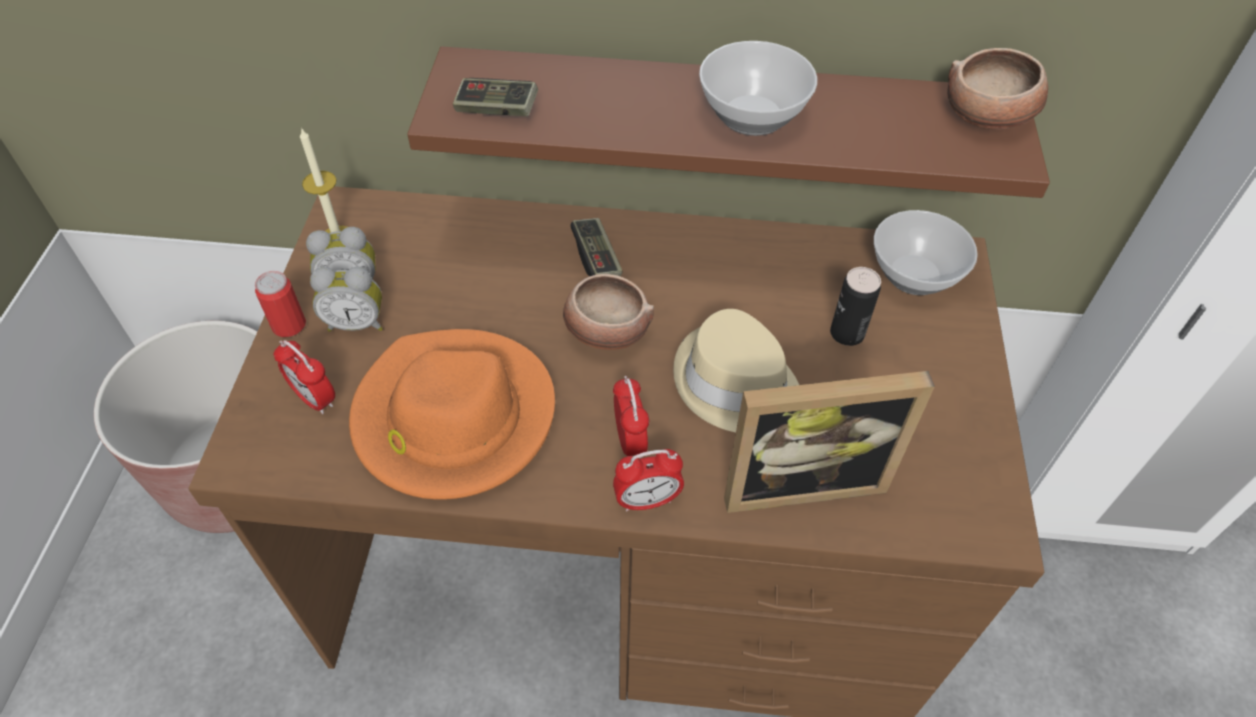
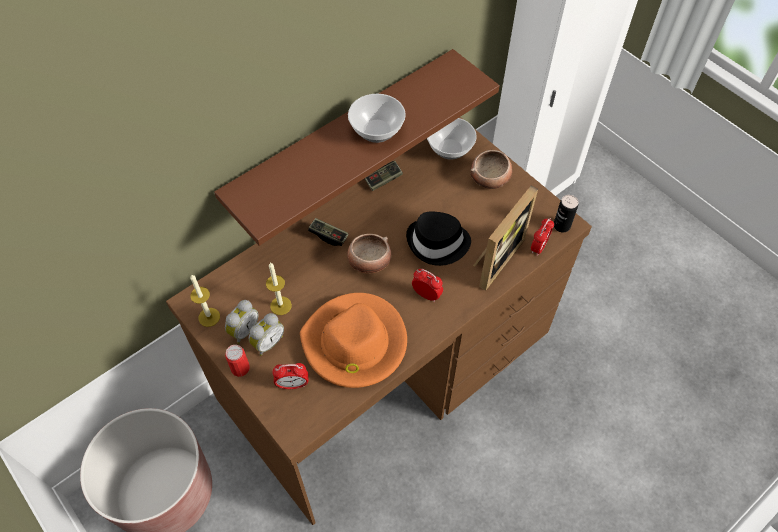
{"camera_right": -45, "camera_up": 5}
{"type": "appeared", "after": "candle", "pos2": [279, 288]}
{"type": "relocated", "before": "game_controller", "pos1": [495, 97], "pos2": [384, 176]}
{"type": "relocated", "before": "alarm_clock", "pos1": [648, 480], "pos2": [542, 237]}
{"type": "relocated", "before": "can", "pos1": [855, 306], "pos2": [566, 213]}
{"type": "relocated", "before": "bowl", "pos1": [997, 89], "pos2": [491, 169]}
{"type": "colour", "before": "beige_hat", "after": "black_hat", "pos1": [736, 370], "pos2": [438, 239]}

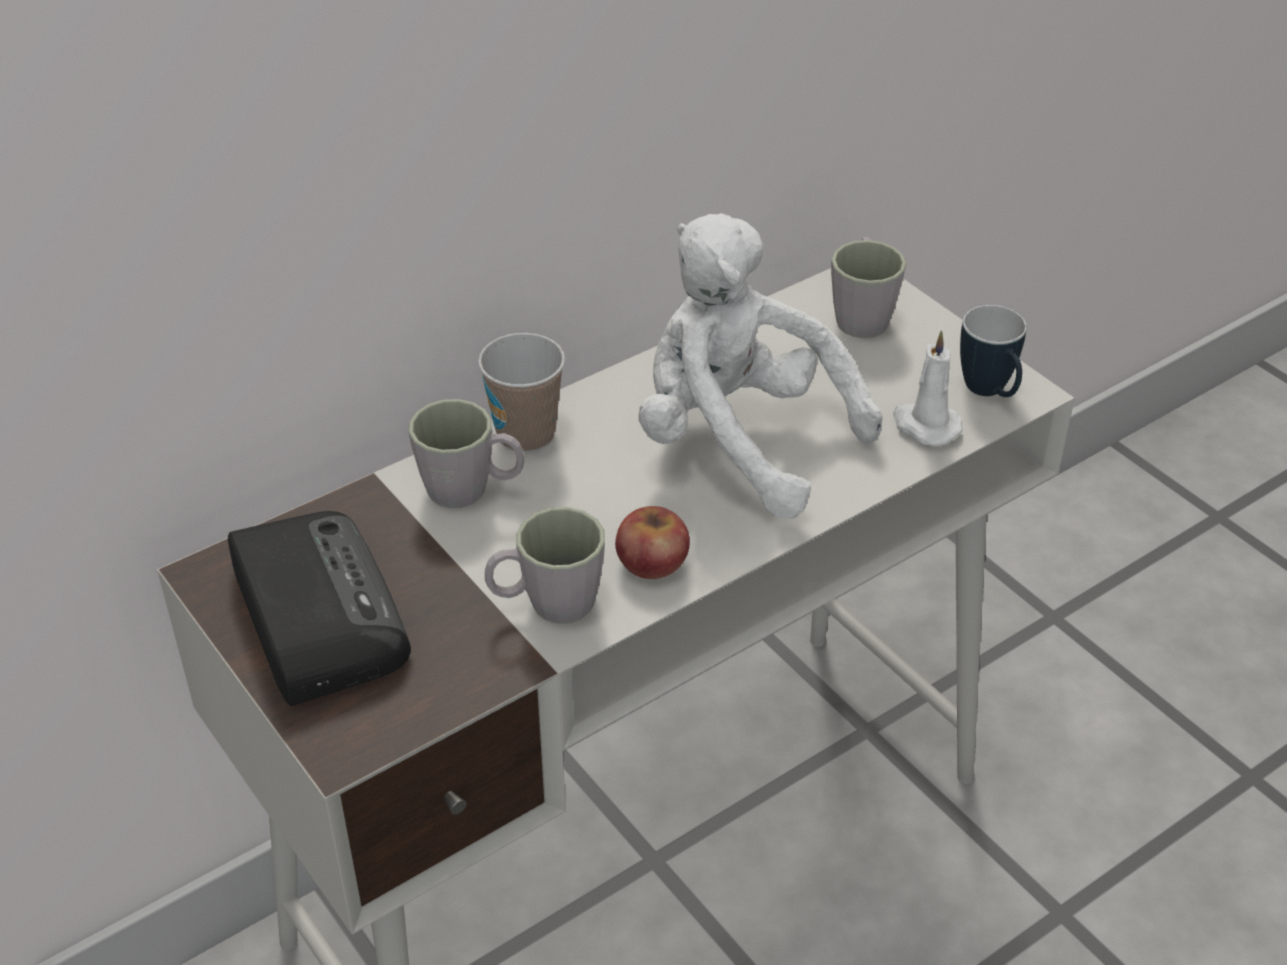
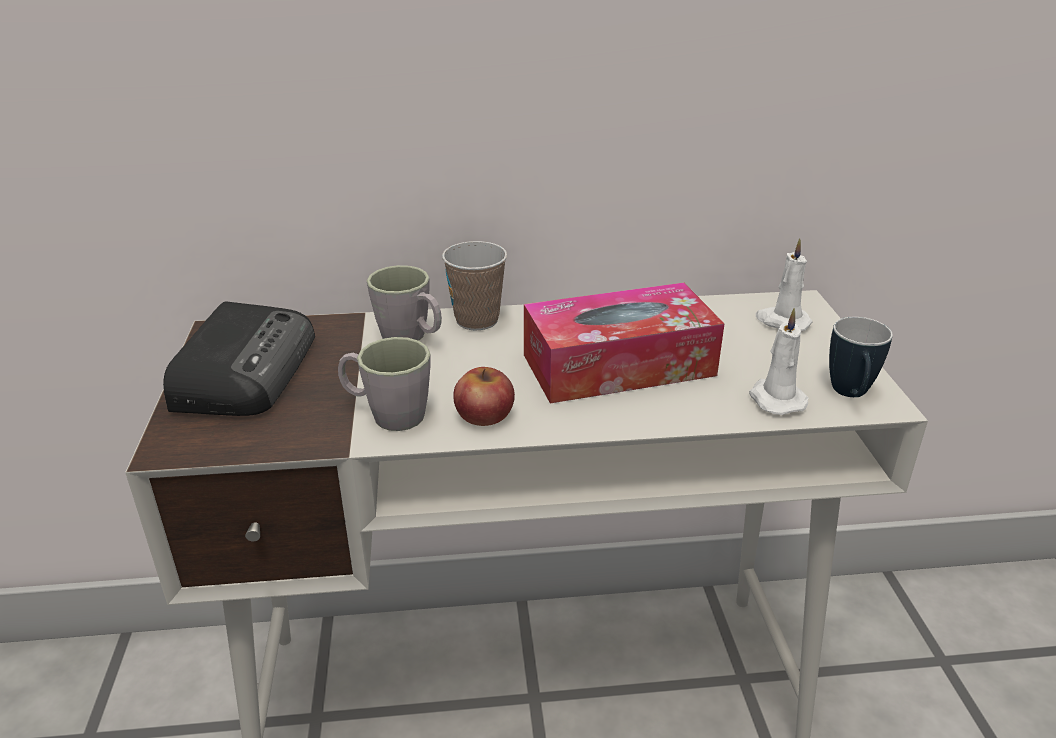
{"camera_right": 30, "camera_up": -10}
{"type": "exchanged", "before": "white_plush_toy", "after": "tissue_box", "pos1": [760, 366], "pos2": [624, 343]}
{"type": "exchanged", "before": "grey_mug", "after": "white_candle", "pos1": [868, 287], "pos2": [784, 284]}

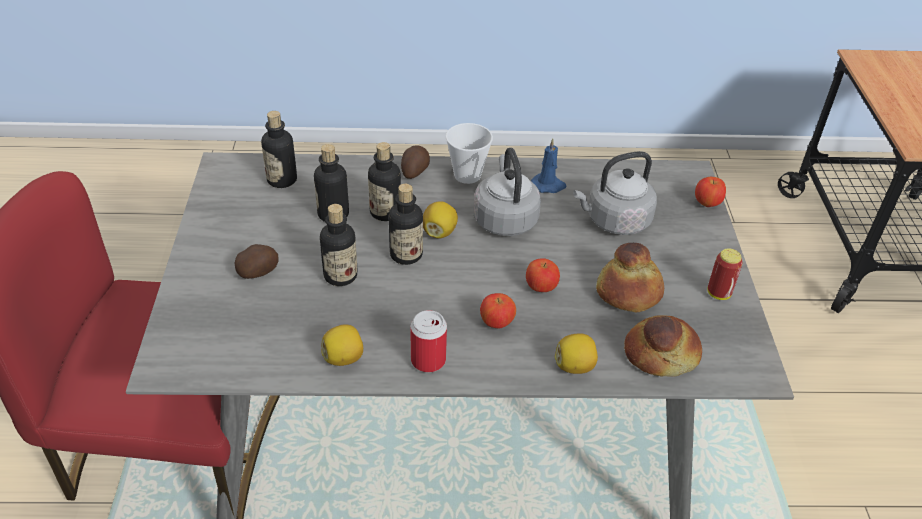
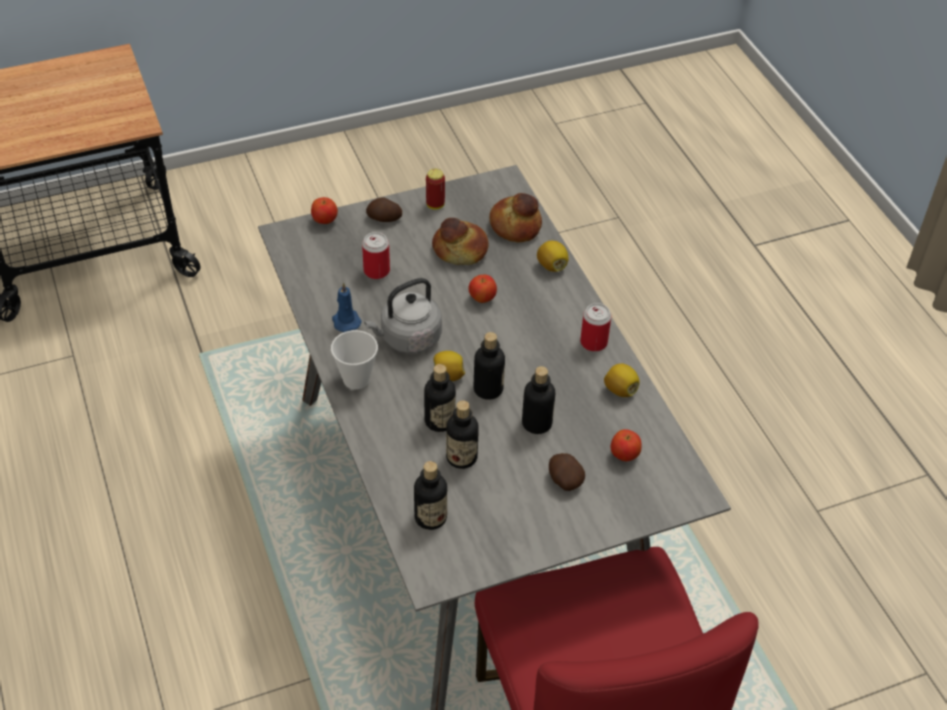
{"camera_right": -110, "camera_up": 5}
{"type": "relocated", "before": "potato", "pos1": [415, 162], "pos2": [384, 209]}
{"type": "relocated", "before": "apple", "pos1": [498, 310], "pos2": [626, 445]}
{"type": "exchanged", "before": "grey_kettle", "after": "can", "pos1": [615, 193], "pos2": [376, 255]}

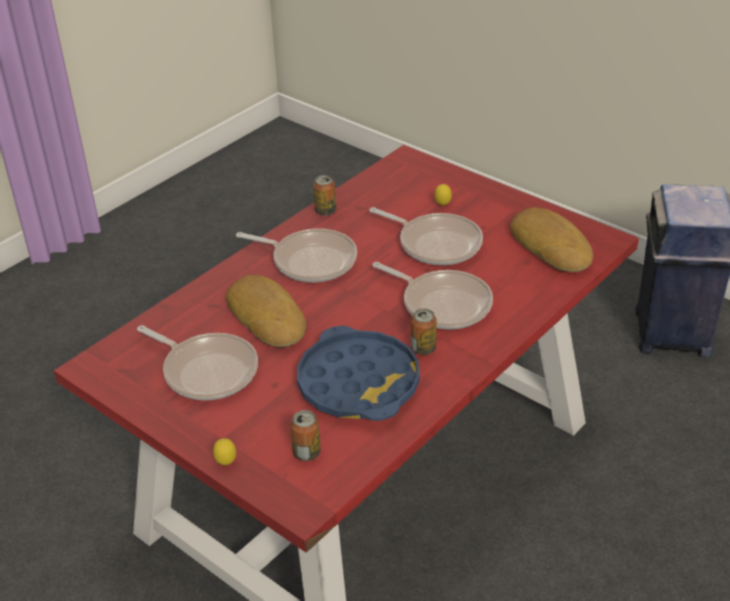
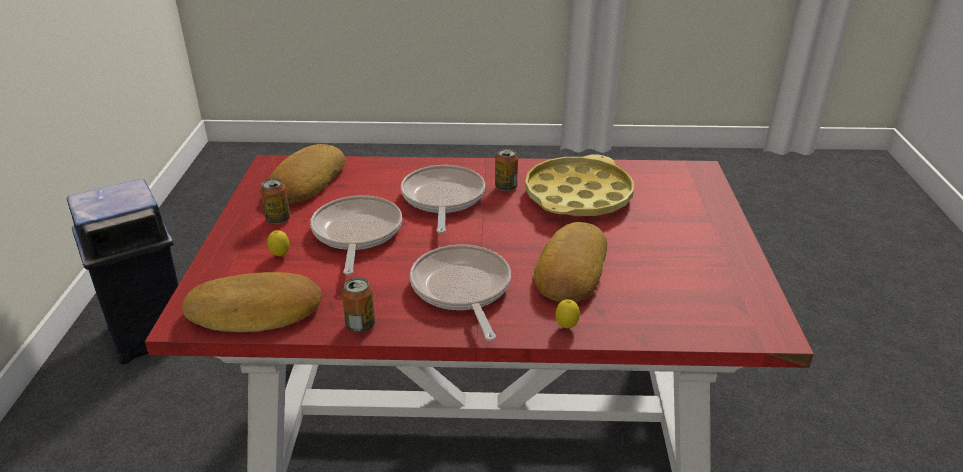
{"camera_right": -130, "camera_up": -5}
{"type": "missing", "before": "frying_pan", "pos1": [197, 362]}
{"type": "appeared", "after": "bread", "pos2": [252, 302]}
{"type": "relocated", "before": "lemon", "pos1": [224, 451], "pos2": [567, 313]}
{"type": "relocated", "before": "can", "pos1": [305, 435], "pos2": [275, 201]}
{"type": "colour", "before": "blue_tray", "after": "yellow_tray", "pos1": [358, 373], "pos2": [579, 185]}

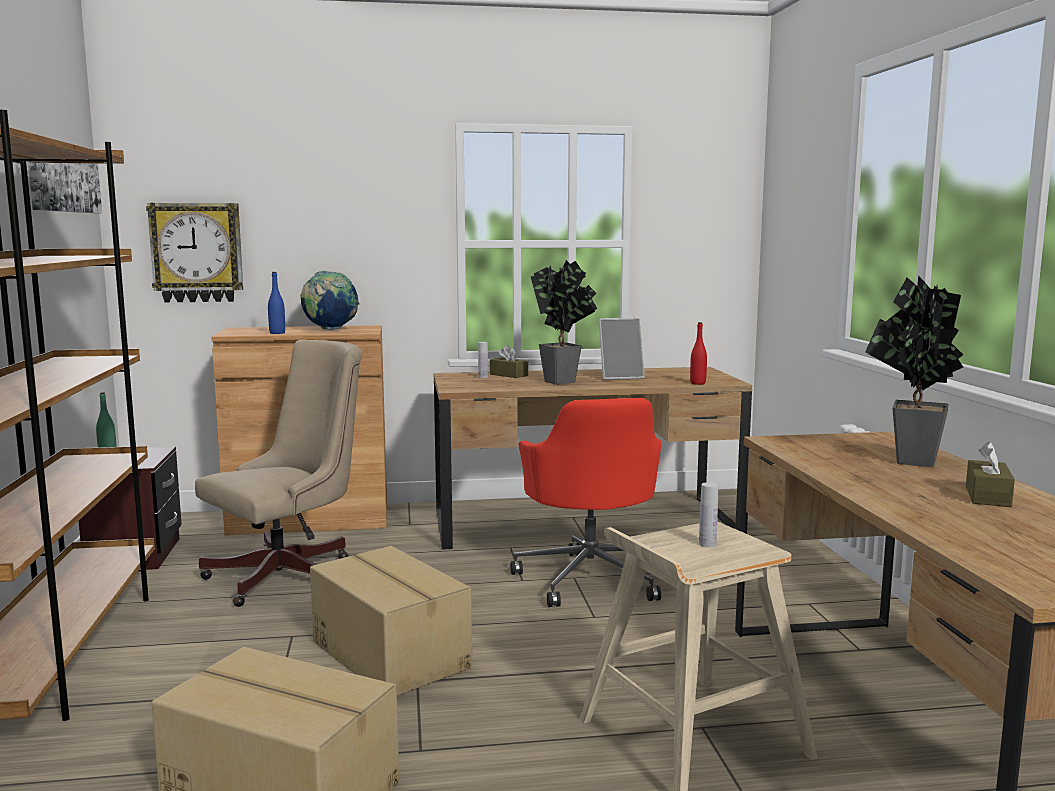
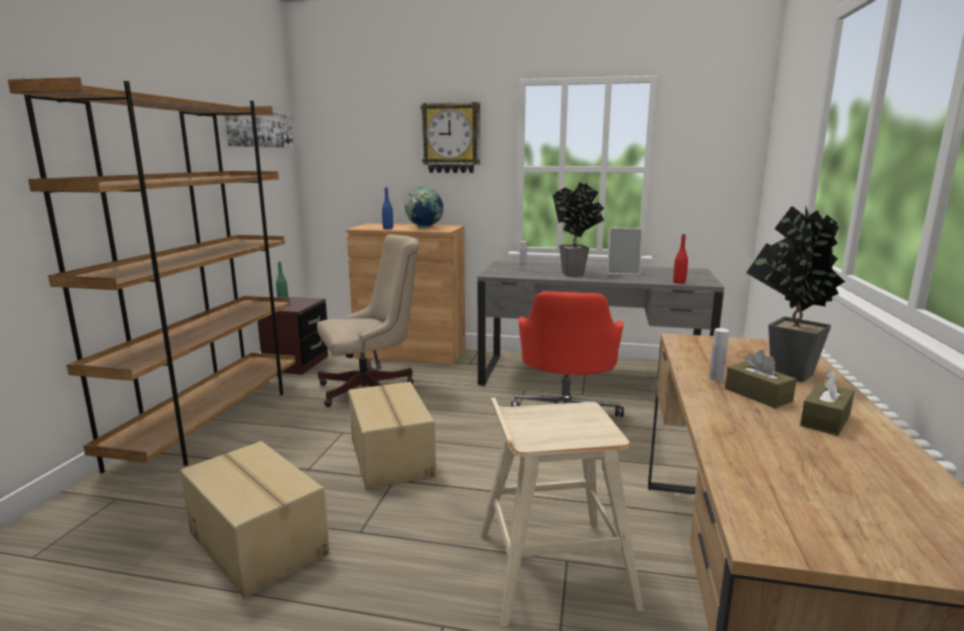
{"camera_right": 20, "camera_up": 5}
{"type": "relocated", "before": "wall_clock", "pos1": [194, 253], "pos2": [450, 137]}
{"type": "relocated", "before": "brown_tissue_box", "pos1": [509, 361], "pos2": [761, 379]}
{"type": "relocated", "before": "white_bottle", "pos1": [708, 514], "pos2": [719, 354]}
{"type": "colour", "before": "brown_desk", "after": "grey_desk", "pos1": [593, 458], "pos2": [600, 323]}

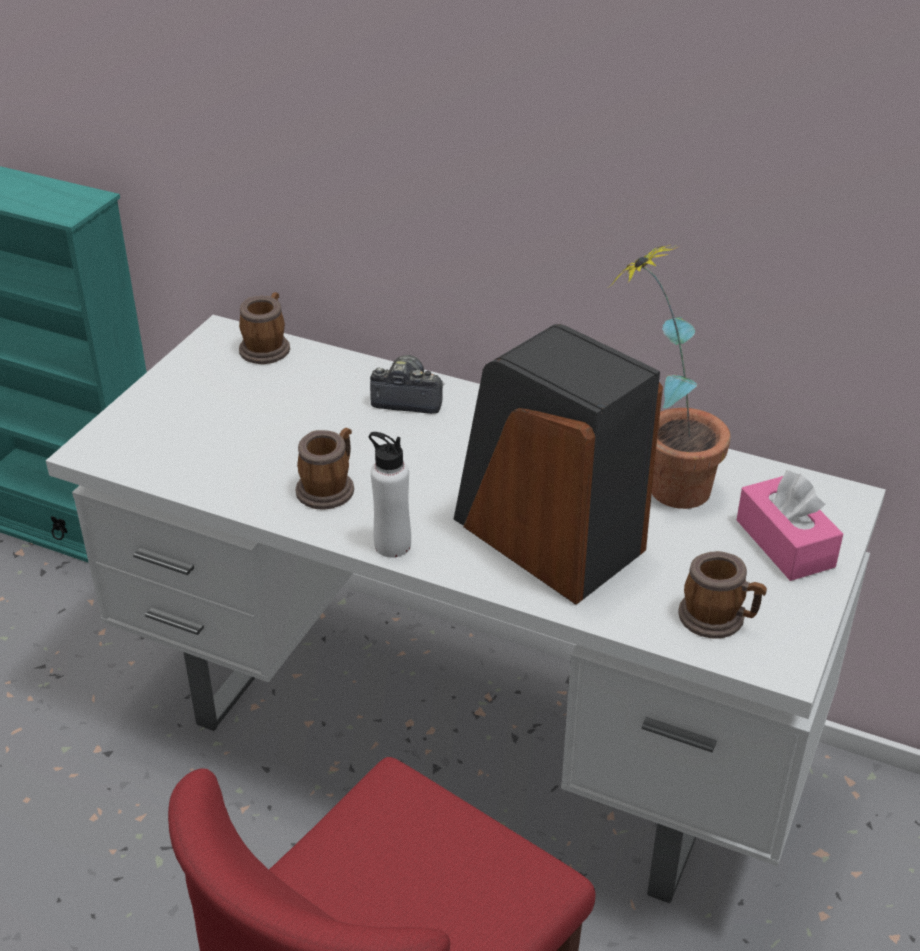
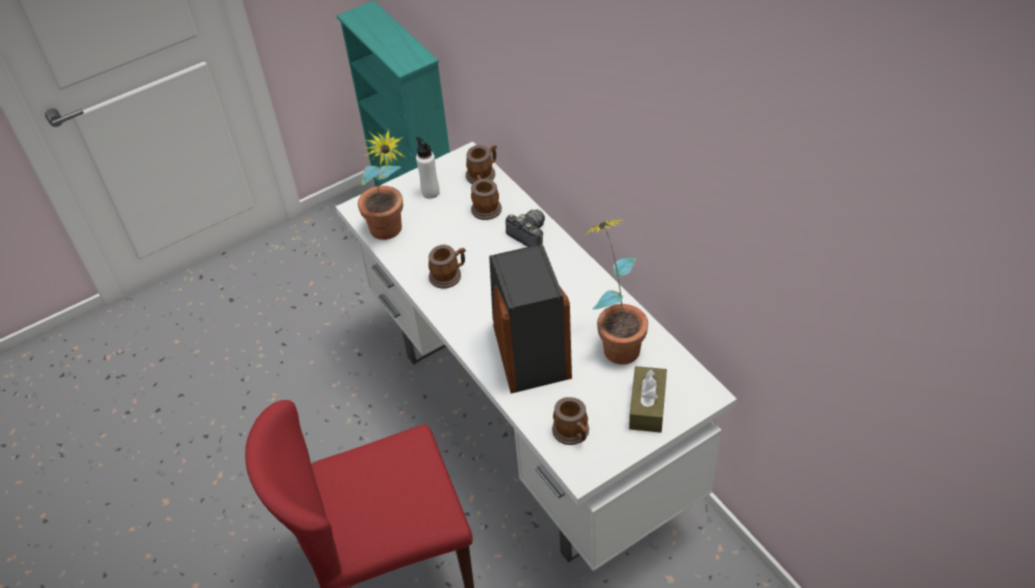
{"camera_right": 35, "camera_up": 10}
{"type": "appeared", "after": "potted_plant", "pos2": [382, 184]}
{"type": "appeared", "after": "mug", "pos2": [486, 197]}
{"type": "relocated", "before": "white_bottle", "pos1": [390, 495], "pos2": [428, 168]}
{"type": "colour", "before": "pink_tissue_box", "after": "brown_tissue_box", "pos1": [790, 525], "pos2": [648, 399]}

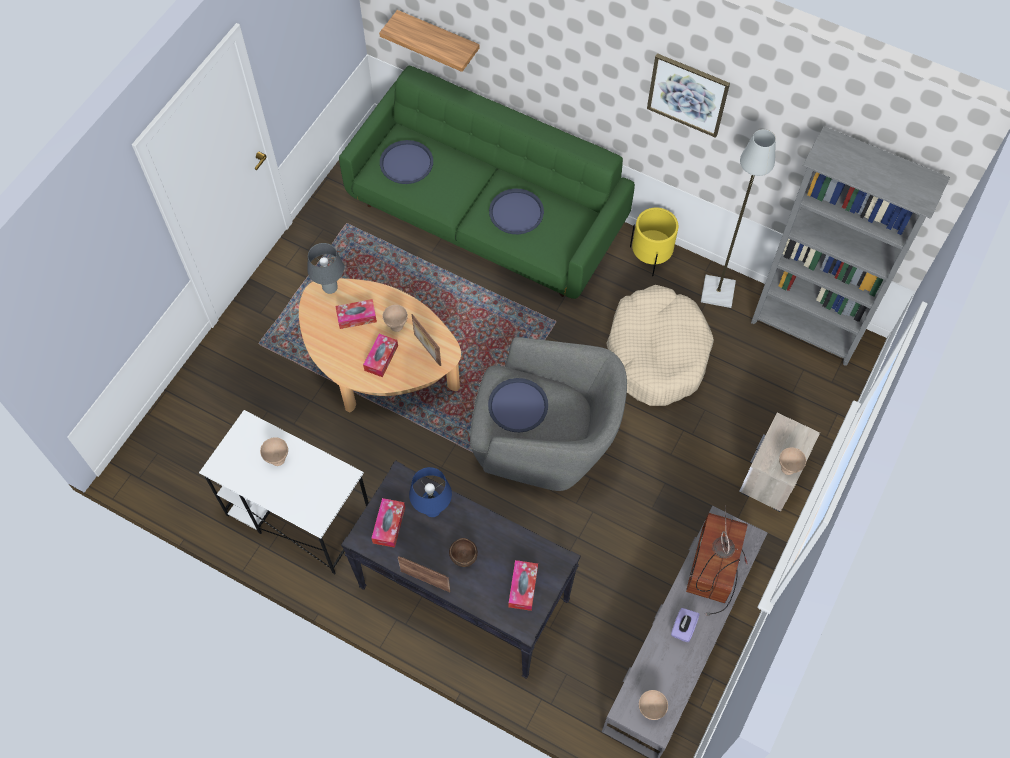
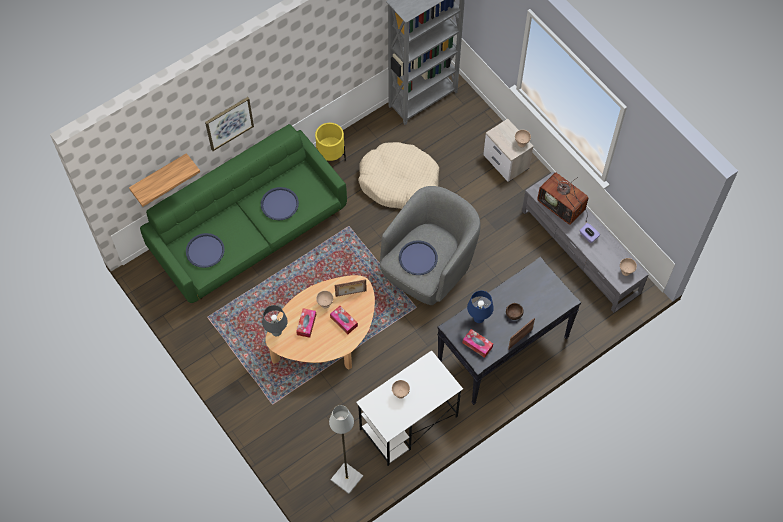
{"camera_right": -65, "camera_up": 0}
{"type": "missing", "before": "tissue_box", "pos1": [523, 585]}
{"type": "relocated", "before": "picture", "pos1": [688, 95], "pos2": [229, 124]}
{"type": "relocated", "before": "grey_floor_lamp", "pos1": [738, 218], "pos2": [346, 449]}

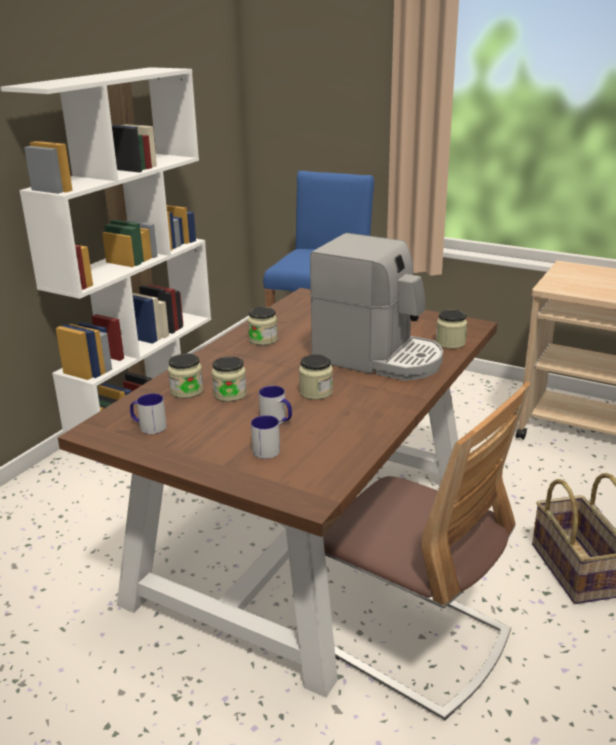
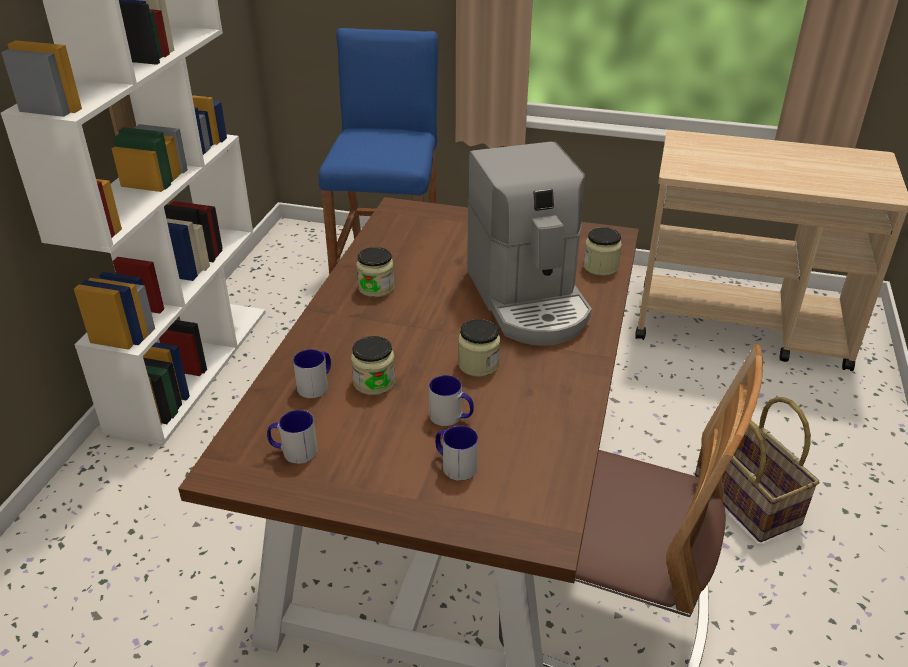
{"camera_right": -15, "camera_up": 10}
{"type": "exchanged", "before": "jar", "after": "mug", "pos1": [185, 376], "pos2": [312, 373]}
{"type": "spun", "before": "coffee_machine", "pos1": [376, 307], "pos2": [529, 243], "turn": 60}

